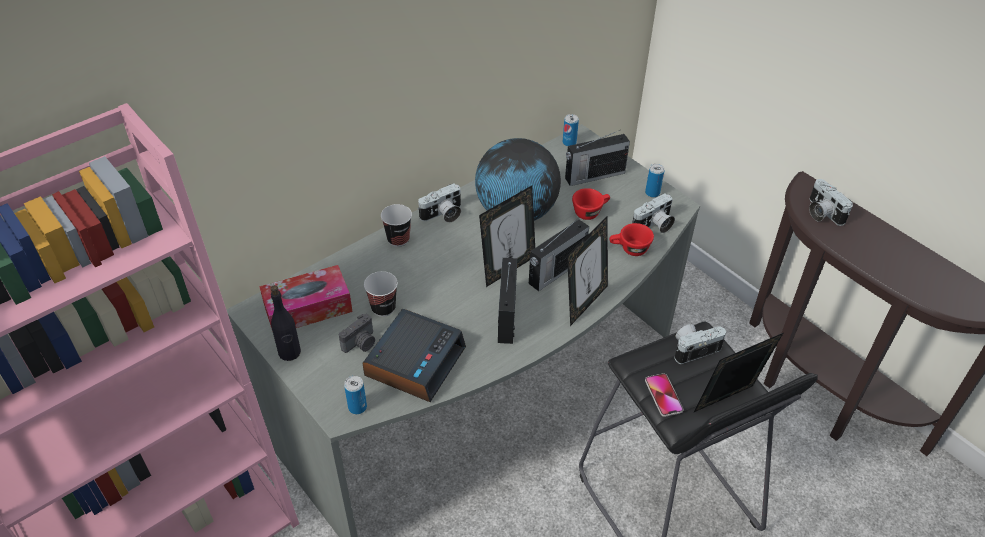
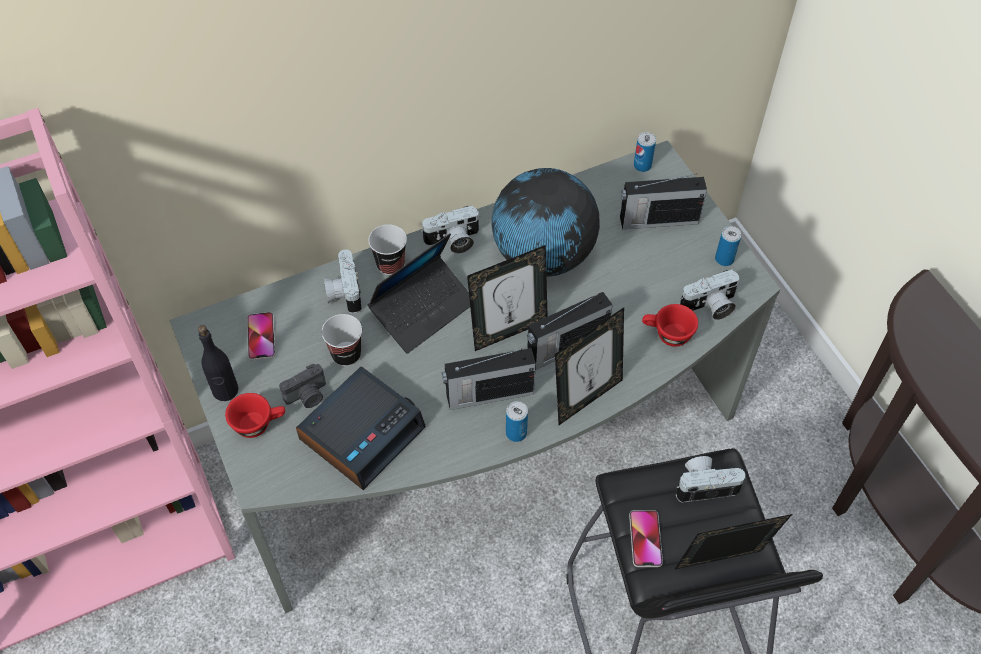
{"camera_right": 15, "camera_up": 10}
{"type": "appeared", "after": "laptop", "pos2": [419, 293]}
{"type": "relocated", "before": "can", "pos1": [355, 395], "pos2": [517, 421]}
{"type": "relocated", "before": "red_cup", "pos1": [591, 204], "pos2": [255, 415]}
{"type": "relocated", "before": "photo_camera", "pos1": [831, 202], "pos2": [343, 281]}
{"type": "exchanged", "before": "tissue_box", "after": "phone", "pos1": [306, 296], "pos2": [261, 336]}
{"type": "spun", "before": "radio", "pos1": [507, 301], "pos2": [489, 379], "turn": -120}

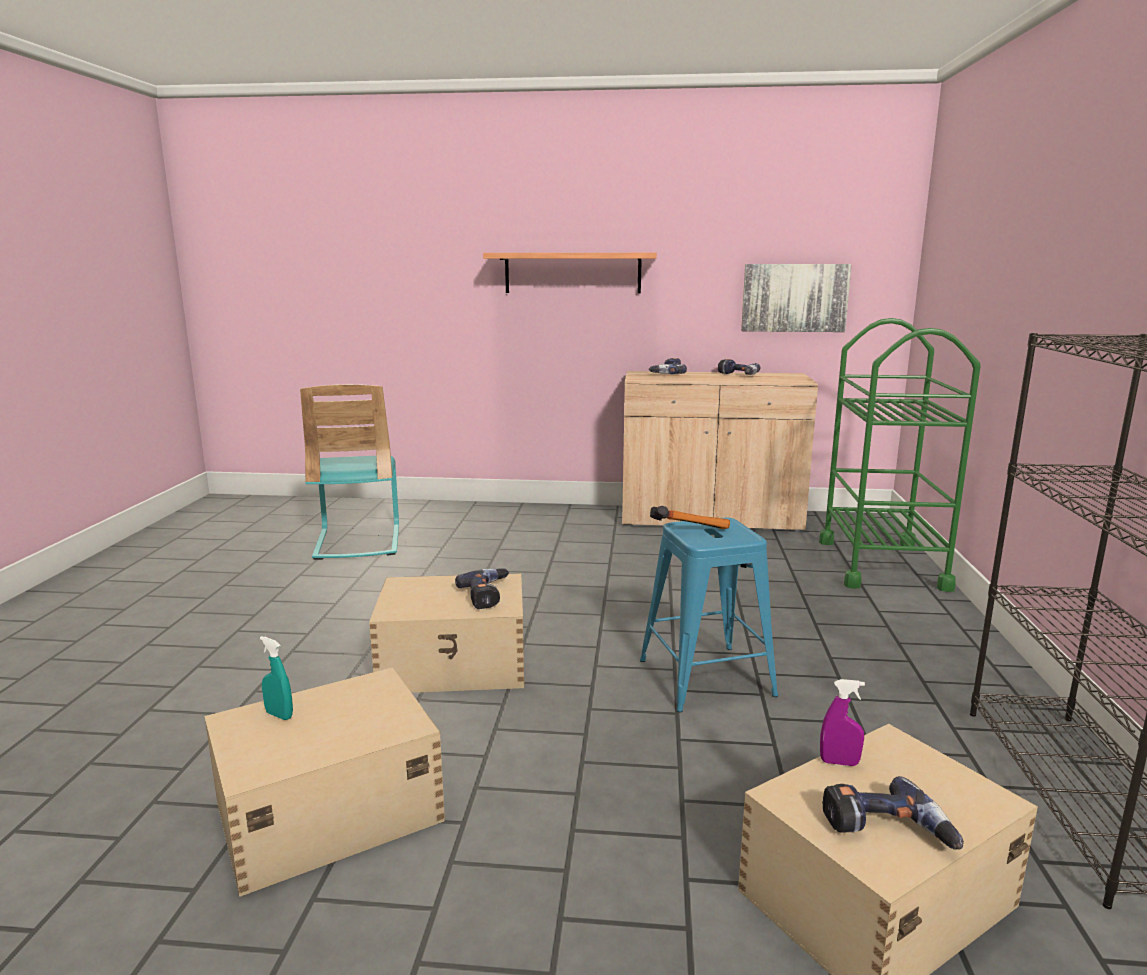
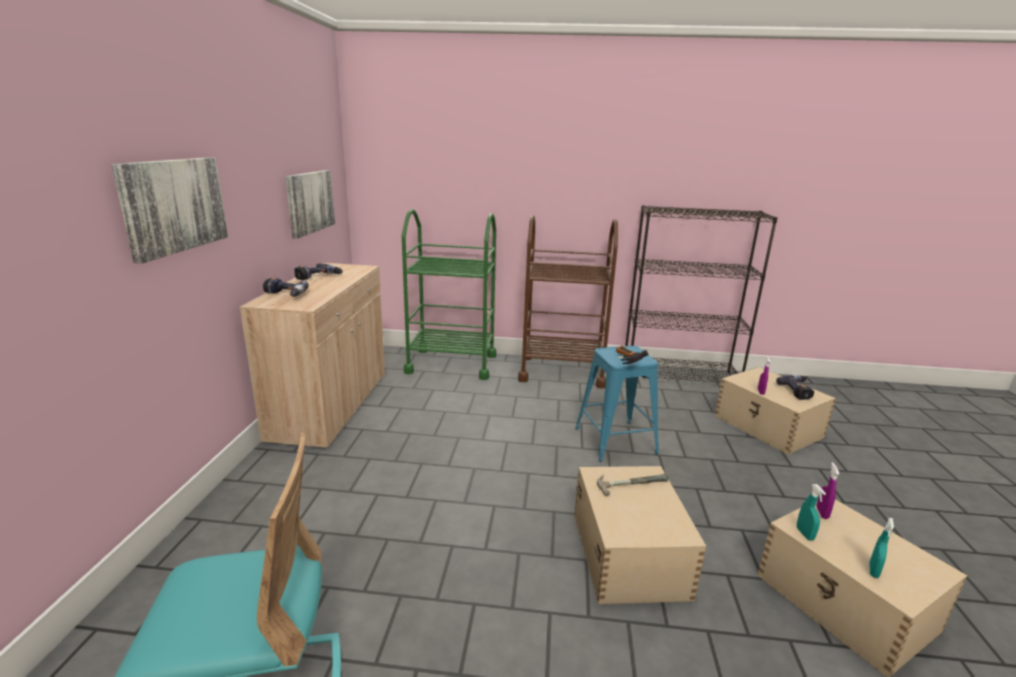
{"camera_right": -90, "camera_up": 5}
{"type": "appeared", "after": "brown_cart", "pos2": [568, 301]}
{"type": "appeared", "after": "turquoise_spray_bottle", "pos2": [811, 512]}
{"type": "appeared", "after": "purple_spray_bottle", "pos2": [828, 491]}
{"type": "exchanged", "before": "power_drill", "after": "hammer", "pos1": [482, 588], "pos2": [632, 485]}
{"type": "exchanged", "before": "shelf", "after": "picture", "pos1": [570, 273], "pos2": [169, 210]}

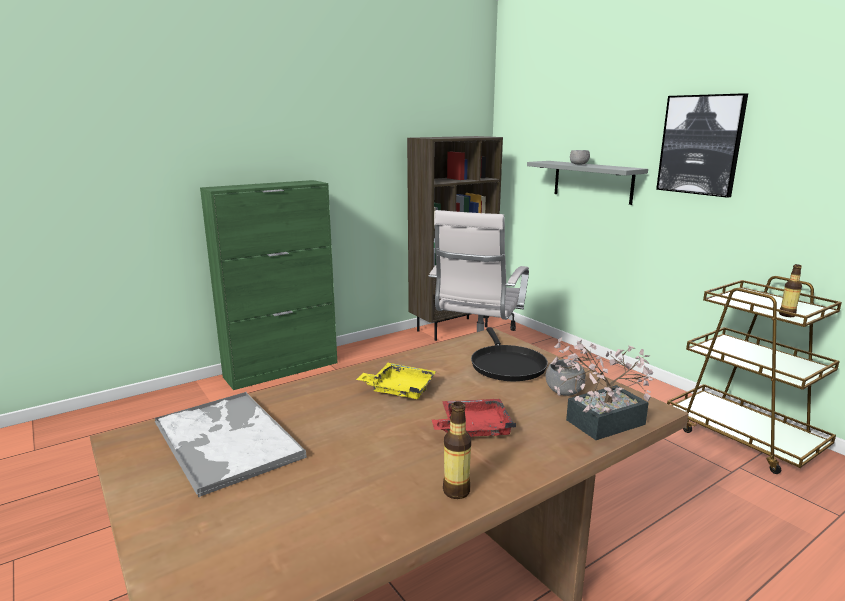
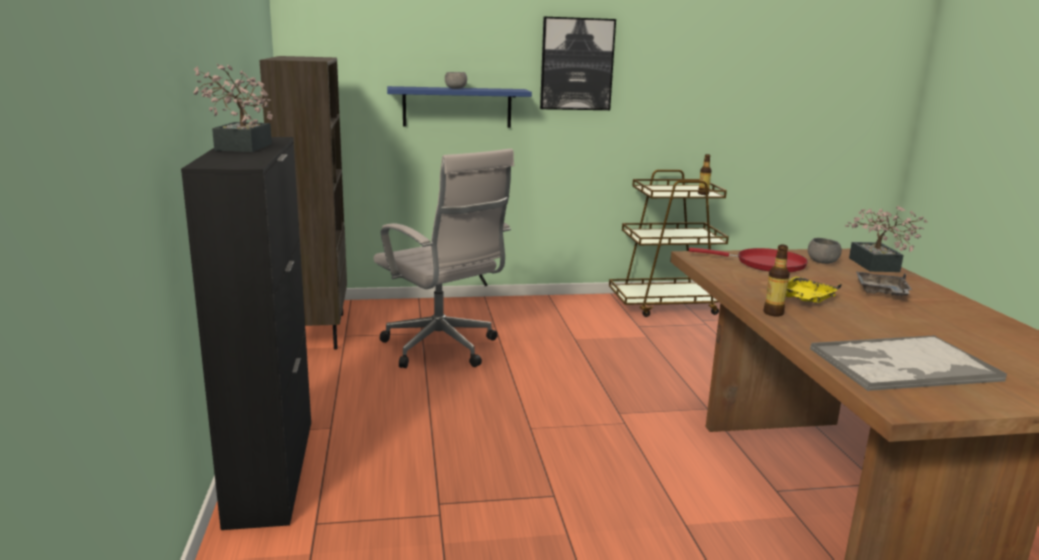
{"camera_right": -65, "camera_up": 0}
{"type": "appeared", "after": "potted_plant", "pos2": [233, 107]}
{"type": "relocated", "before": "bottle", "pos1": [457, 450], "pos2": [776, 280]}
{"type": "colour", "before": "green_cabinet", "after": "black_cabinet", "pos1": [268, 285], "pos2": [246, 333]}
{"type": "colour", "before": "red_tray", "after": "grey_tray", "pos1": [474, 418], "pos2": [884, 284]}
{"type": "colour", "before": "black_frying_pan", "after": "red_frying_pan", "pos1": [509, 354], "pos2": [748, 260]}
{"type": "colour", "before": "grey_shelf", "after": "blue_shelf", "pos1": [587, 183], "pos2": [459, 107]}

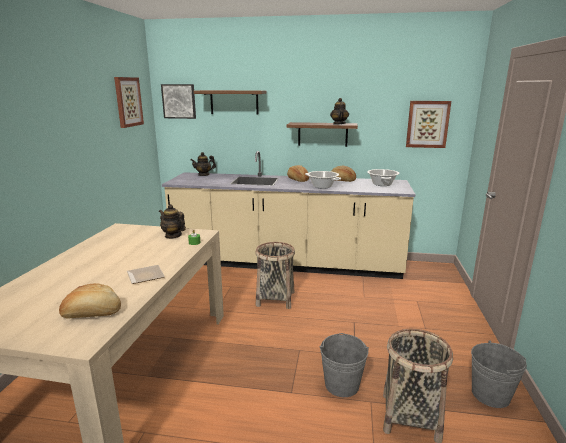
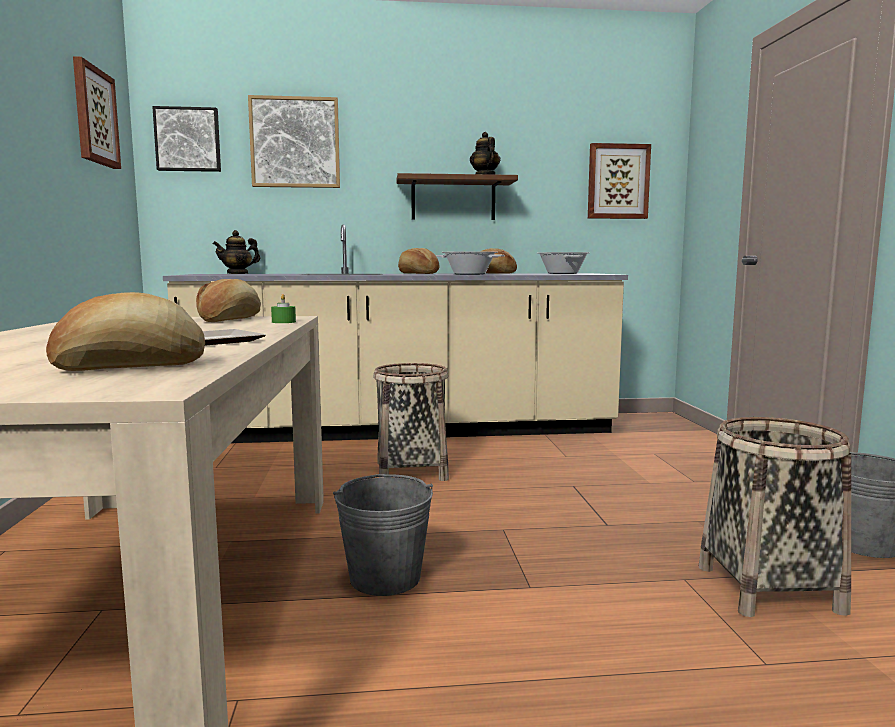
{"camera_right": -15, "camera_up": -10}
{"type": "relocated", "before": "grey_bucket", "pos1": [344, 365], "pos2": [383, 535]}
{"type": "exchanged", "before": "teapot", "after": "bread", "pos1": [172, 221], "pos2": [228, 300]}
{"type": "exchanged", "before": "brown_shelf", "after": "picture", "pos1": [230, 102], "pos2": [294, 141]}

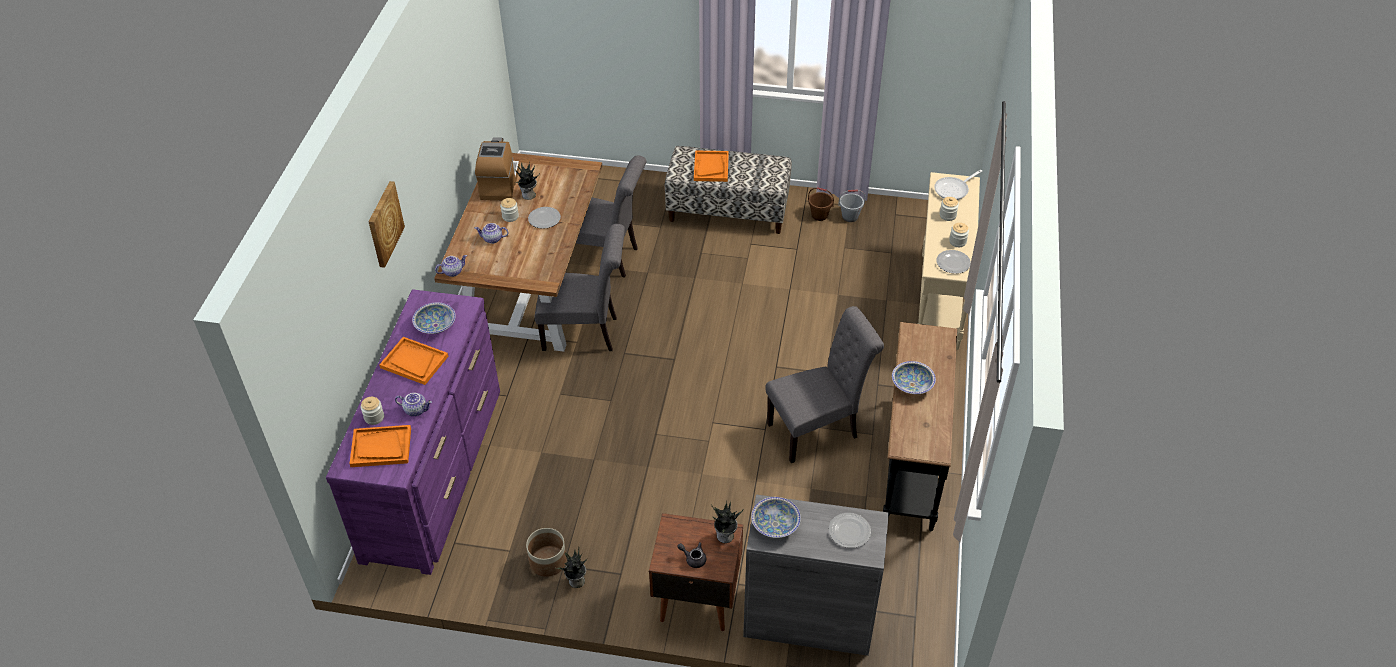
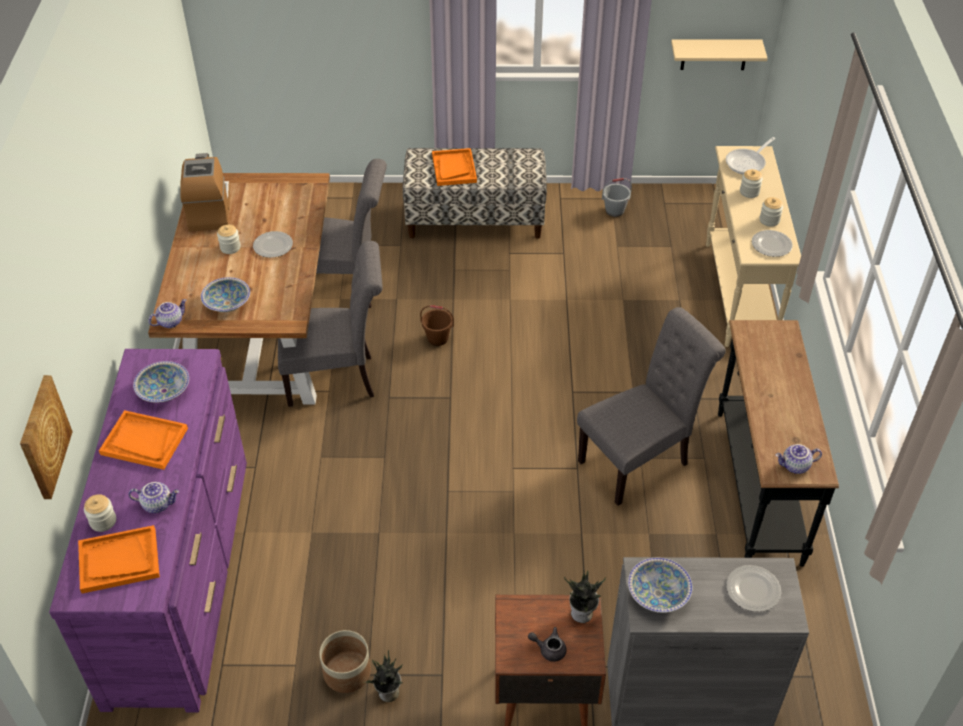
{"camera_right": -10, "camera_up": 0}
{"type": "missing", "before": "potted_plant", "pos1": [527, 181]}
{"type": "appeared", "after": "beige_shelf", "pos2": [719, 54]}
{"type": "relocated", "before": "picture", "pos1": [387, 224], "pos2": [46, 437]}
{"type": "relocated", "before": "teapot", "pos1": [491, 233], "pos2": [798, 459]}
{"type": "relocated", "before": "brown_bucket", "pos1": [821, 204], "pos2": [437, 325]}
{"type": "relocated", "before": "bowl", "pos1": [914, 377], "pos2": [225, 294]}

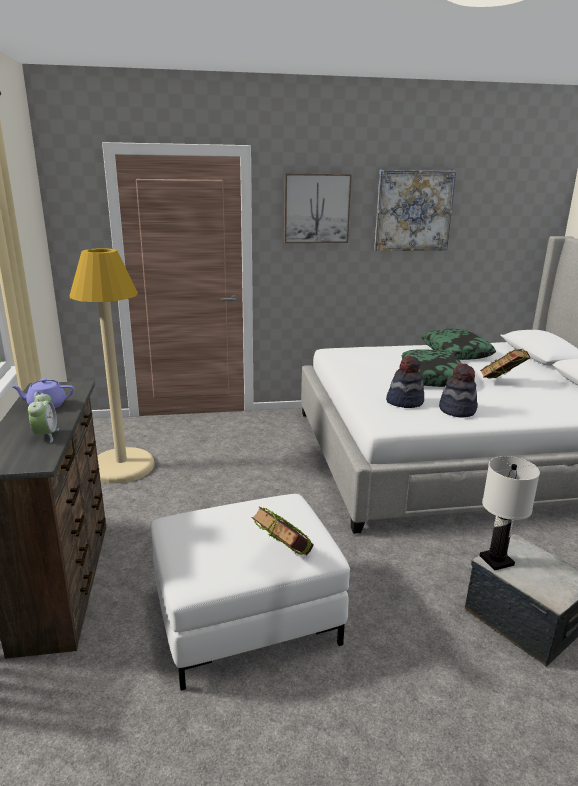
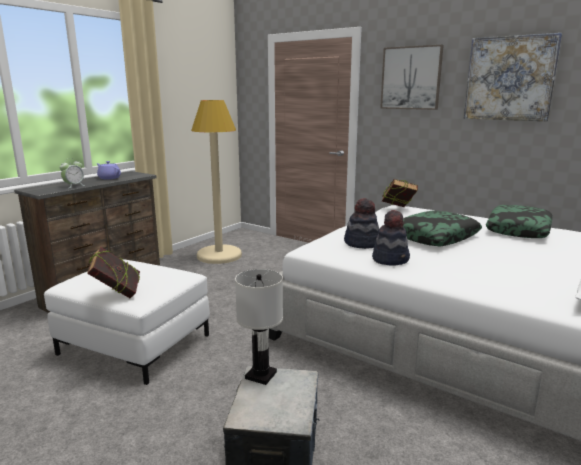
{"camera_right": 45, "camera_up": -5}
{"type": "relocated", "before": "book", "pos1": [505, 364], "pos2": [400, 193]}

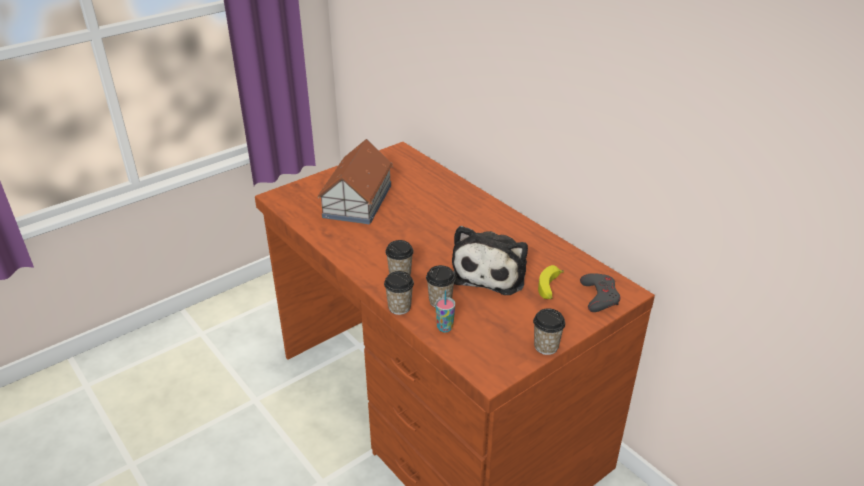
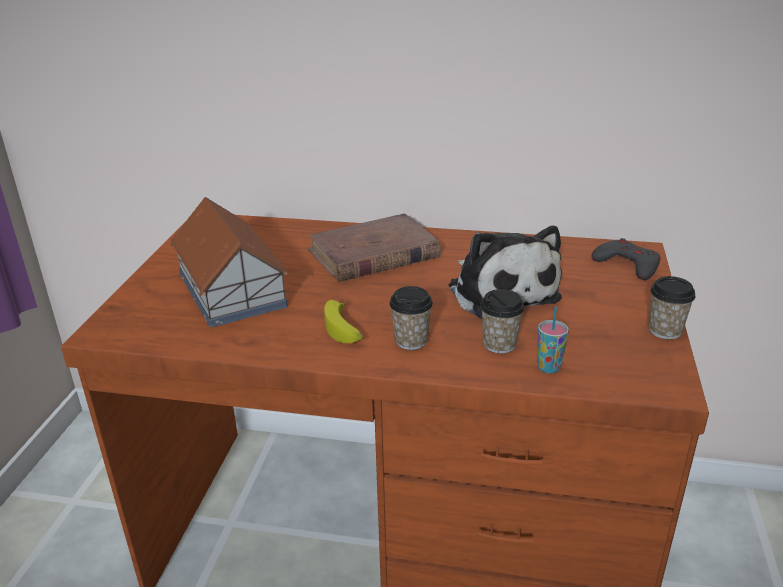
{"camera_right": -40, "camera_up": -5}
{"type": "missing", "before": "cup", "pos1": [399, 293]}
{"type": "appeared", "after": "brown_book", "pos2": [374, 247]}
{"type": "relocated", "before": "banana", "pos1": [551, 282], "pos2": [343, 321]}

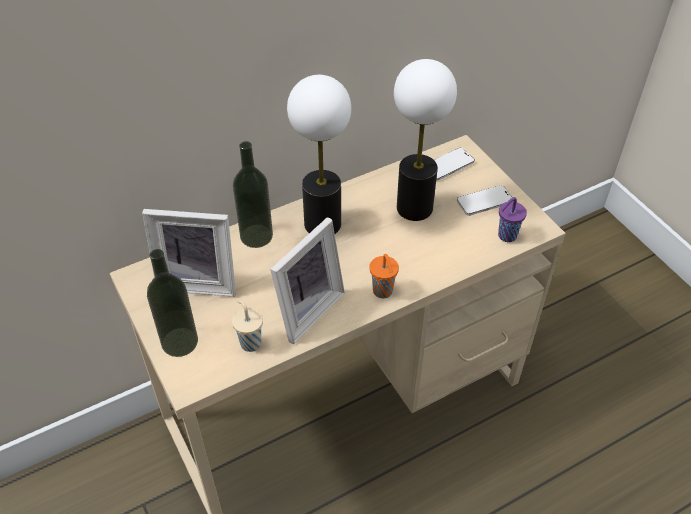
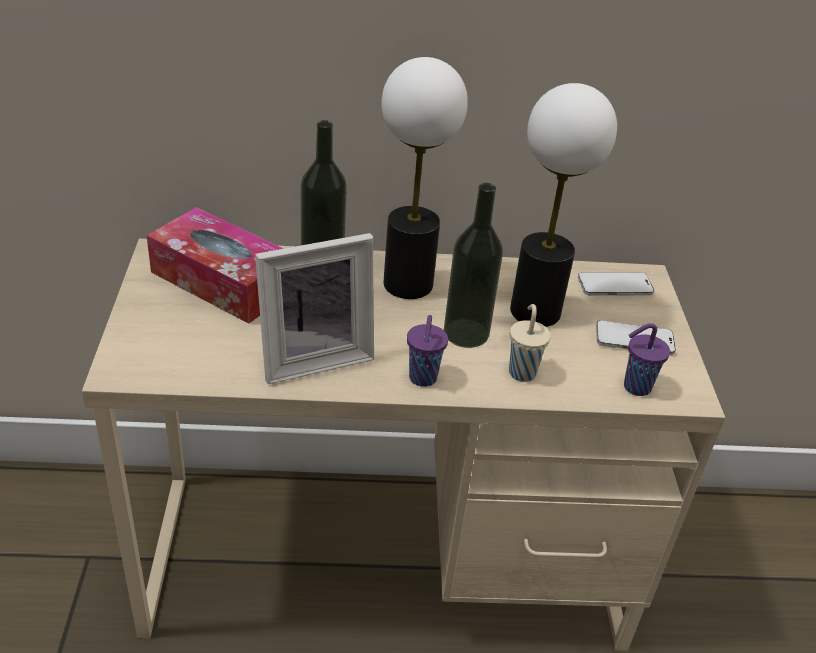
{"camera_right": 25, "camera_up": -10}
{"type": "relocated", "before": "bottle", "pos1": [172, 303], "pos2": [473, 265]}
{"type": "relocated", "before": "beige_cup", "pos1": [247, 326], "pos2": [530, 343]}
{"type": "exchanged", "before": "picture_frame", "after": "tissue_box", "pos1": [189, 253], "pos2": [215, 265]}
{"type": "colour", "before": "orange_cup", "after": "purple_cup", "pos1": [384, 276], "pos2": [427, 351]}

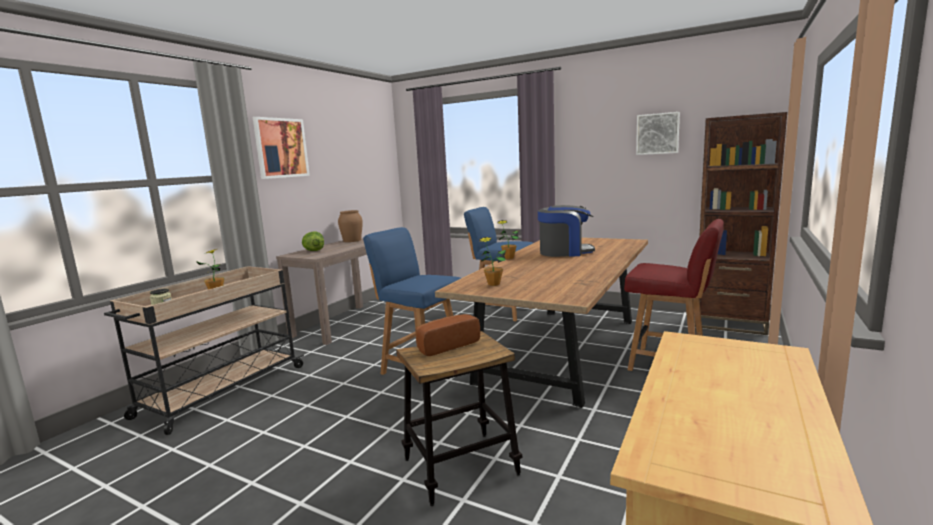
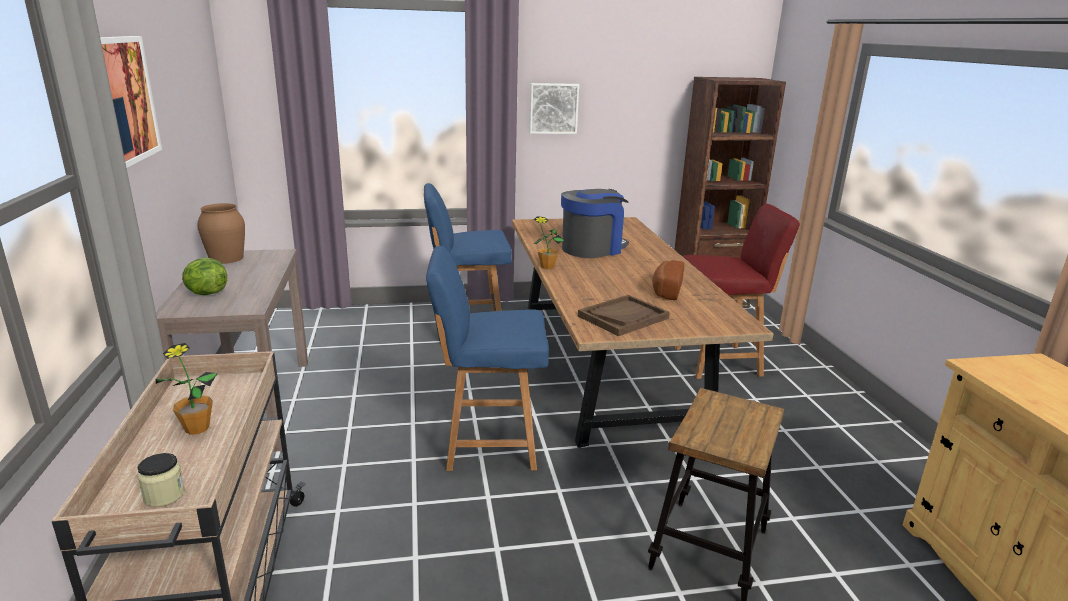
{"camera_right": -40, "camera_up": 10}
{"type": "relocated", "before": "bread", "pos1": [447, 335], "pos2": [668, 280]}
{"type": "relocated", "before": "picture", "pos1": [658, 133], "pos2": [554, 108]}
{"type": "exchanged", "before": "potted_plant", "after": "brown_tray", "pos1": [492, 261], "pos2": [624, 315]}

